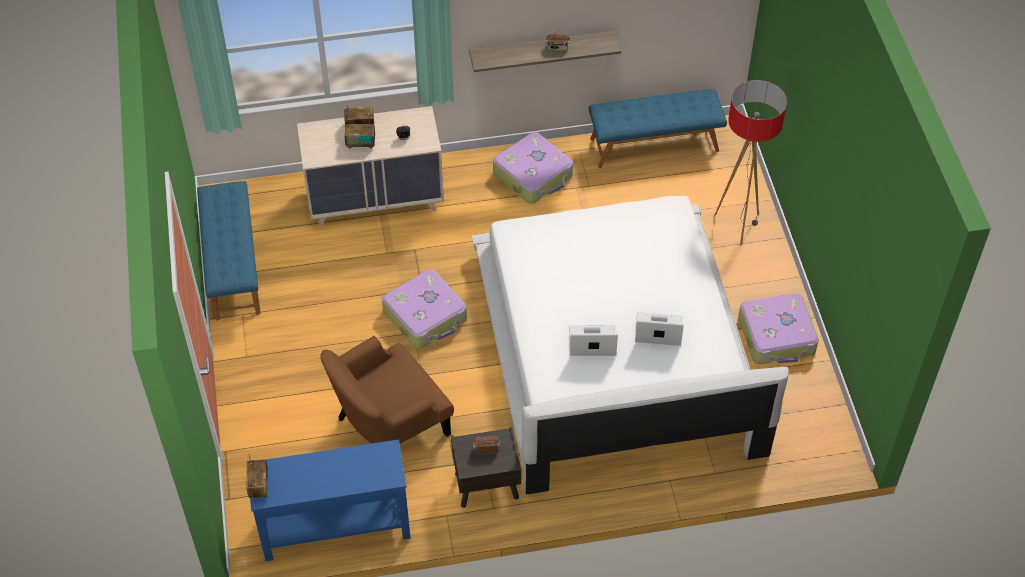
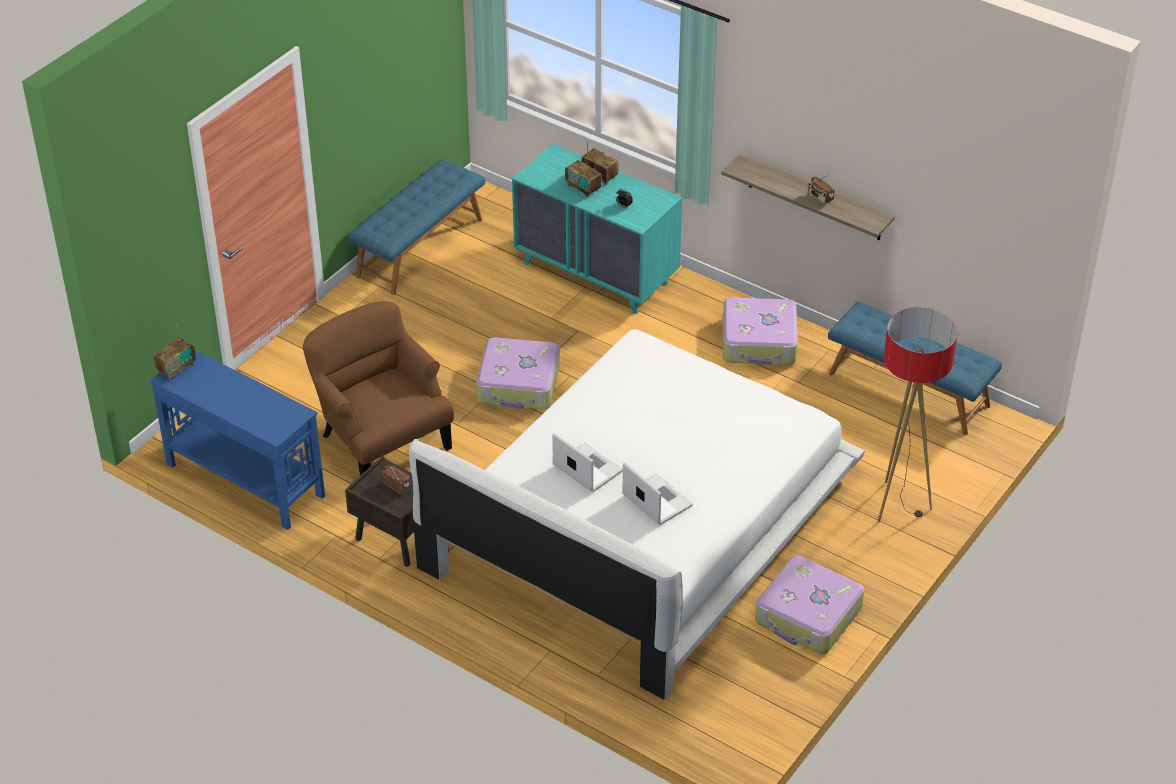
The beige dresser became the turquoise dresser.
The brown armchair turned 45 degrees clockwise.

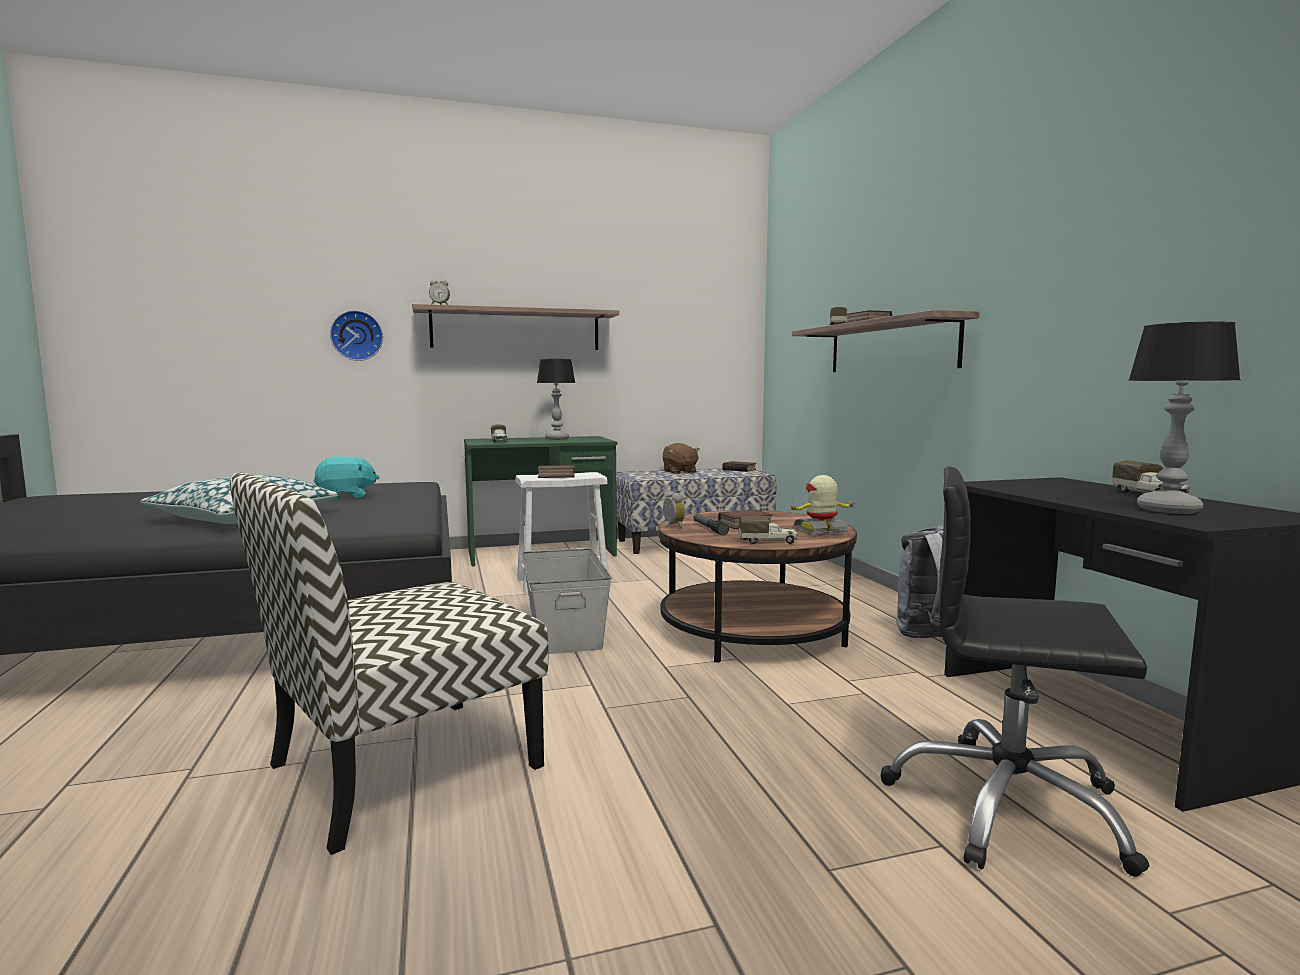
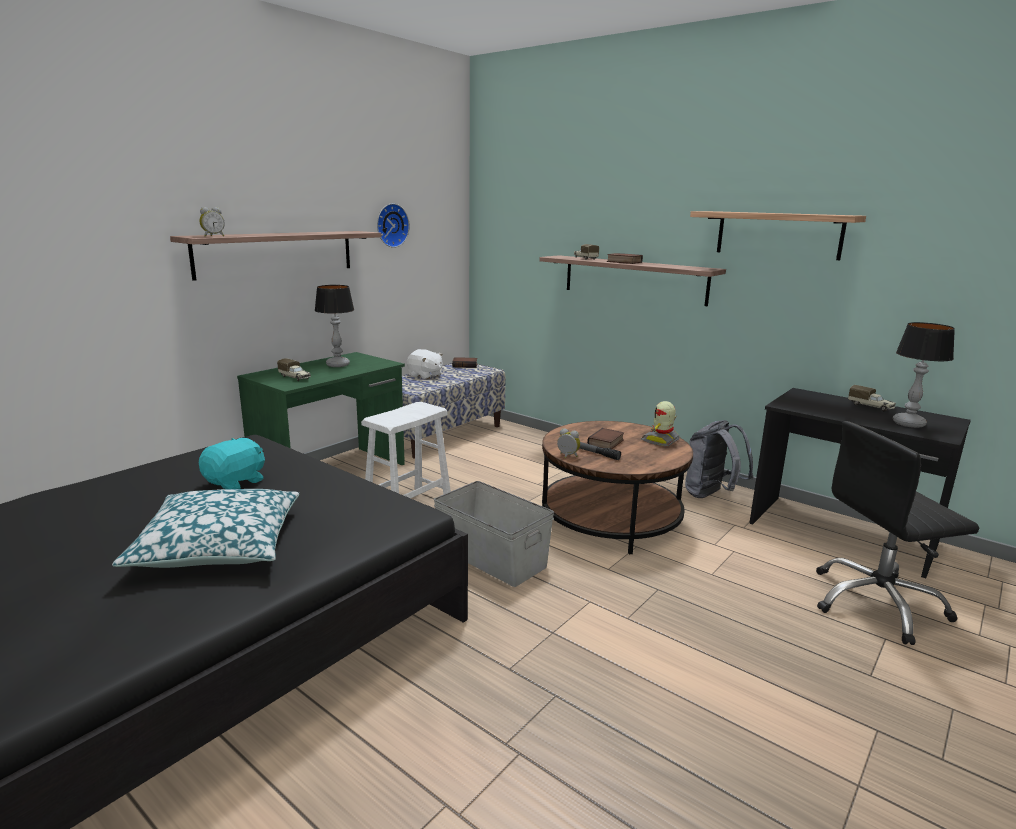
The chair disappeared.
The book (no. 1 from left) disappeared.
The toy truck (no. 2 from left) disappeared.
The shelf (no. 3 from left) appeared.
The wall clock moved.
The brown plush toy became the white plush toy.

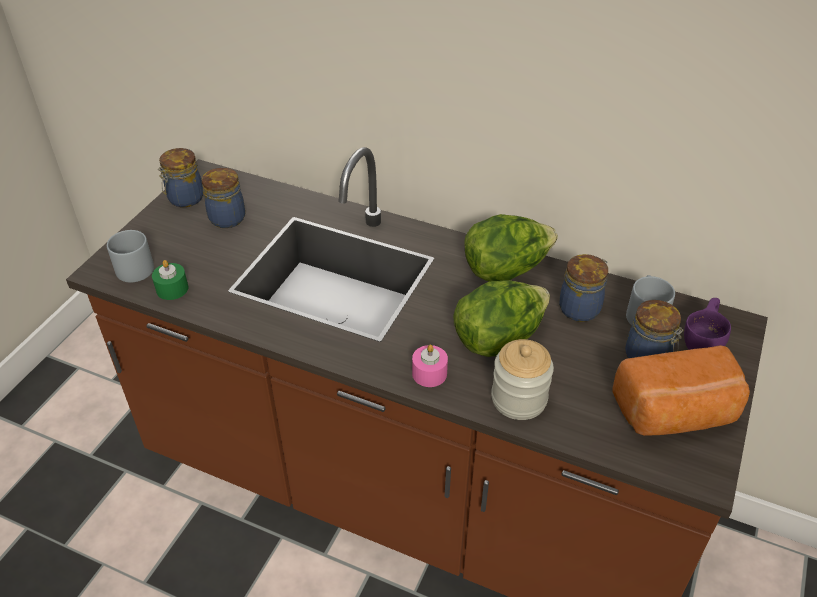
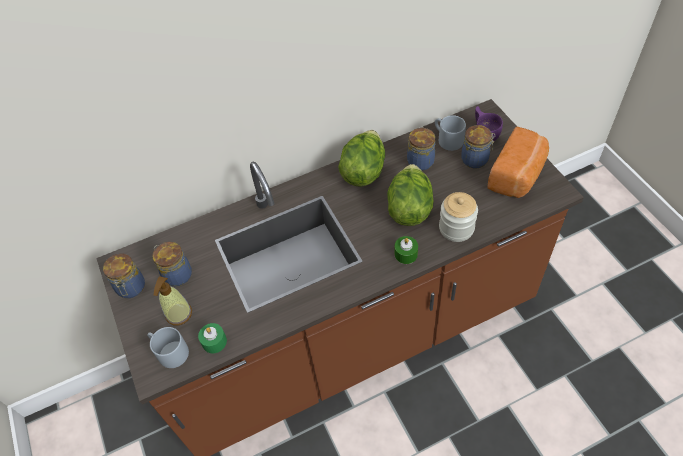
The soap dispenser appeared.
The pink candle became the green candle (no. 2 from left).

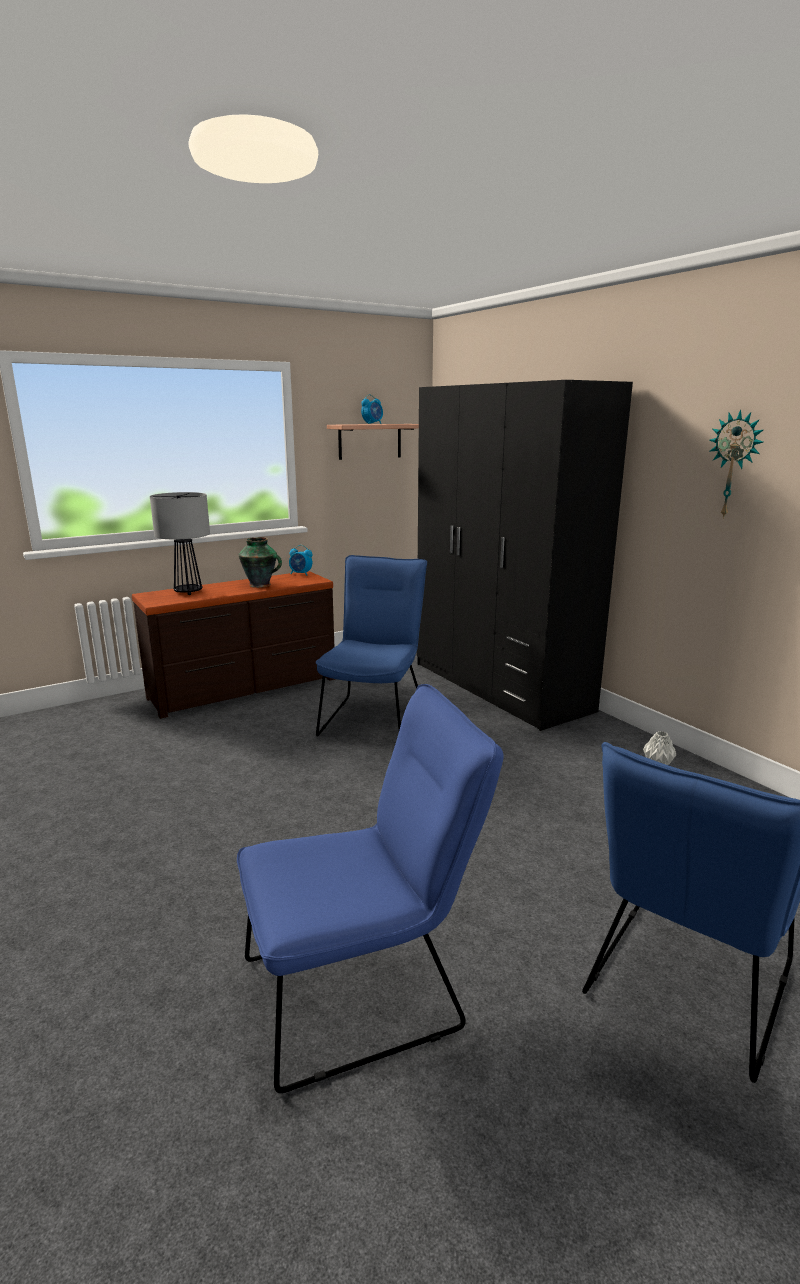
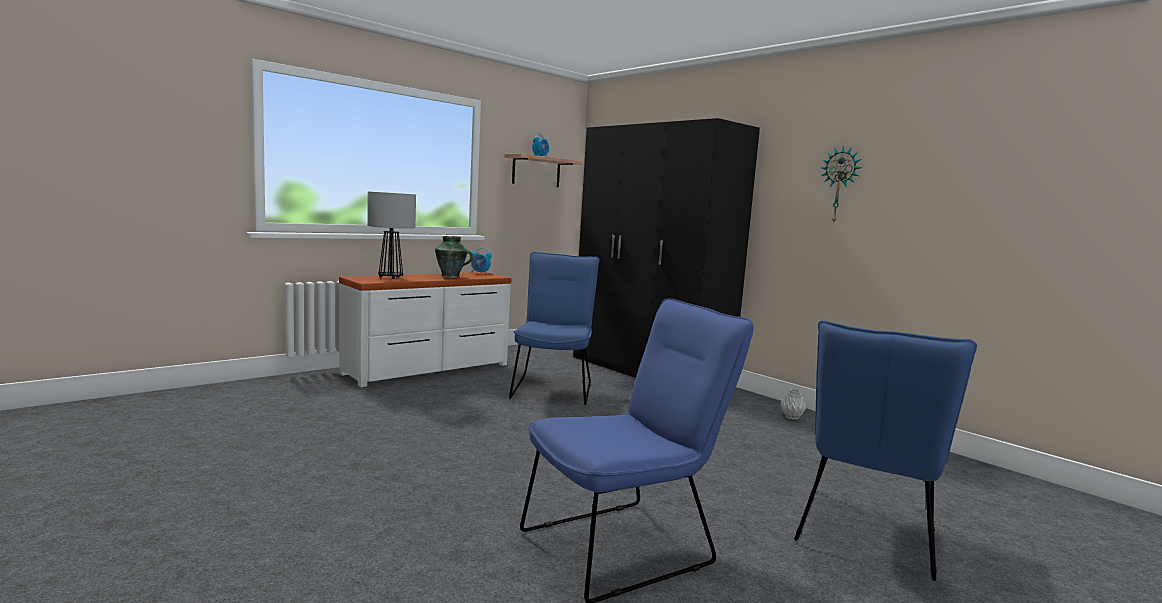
The brown dresser became the white dresser.

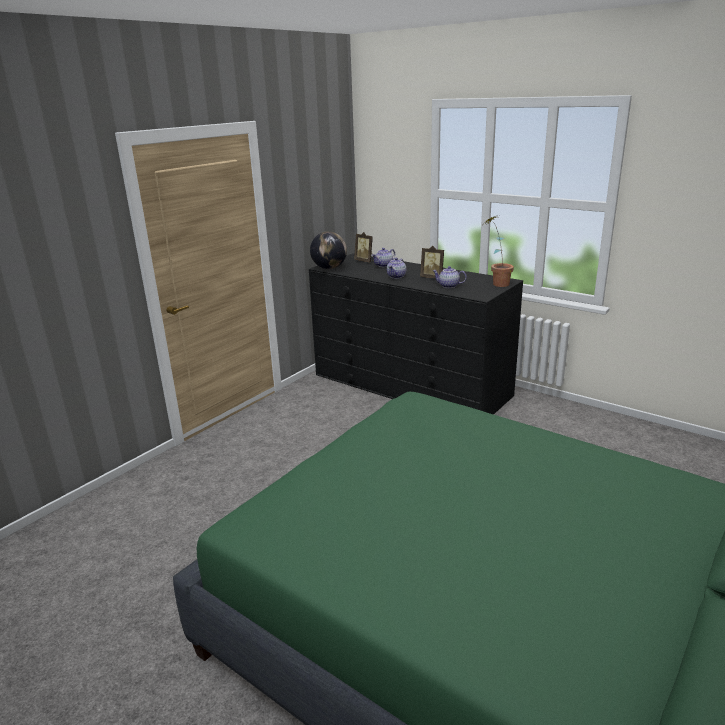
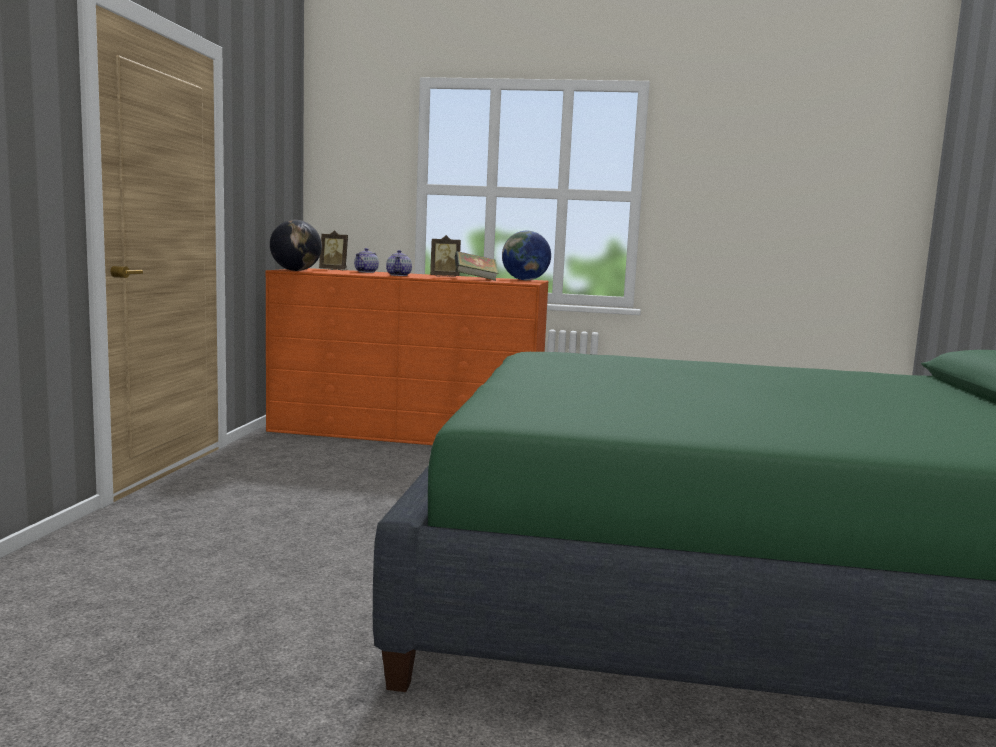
The teapot (no. 3 from left) was replaced by the book.
The potted plant was replaced by the globe (no. 2 from left).
The black dresser became the orange dresser.

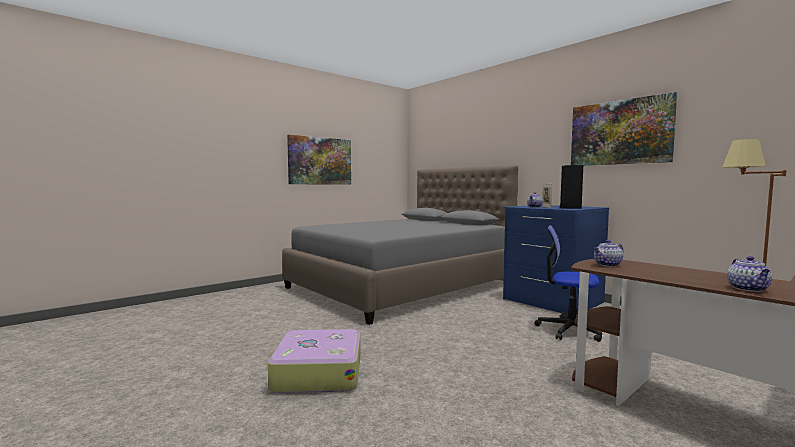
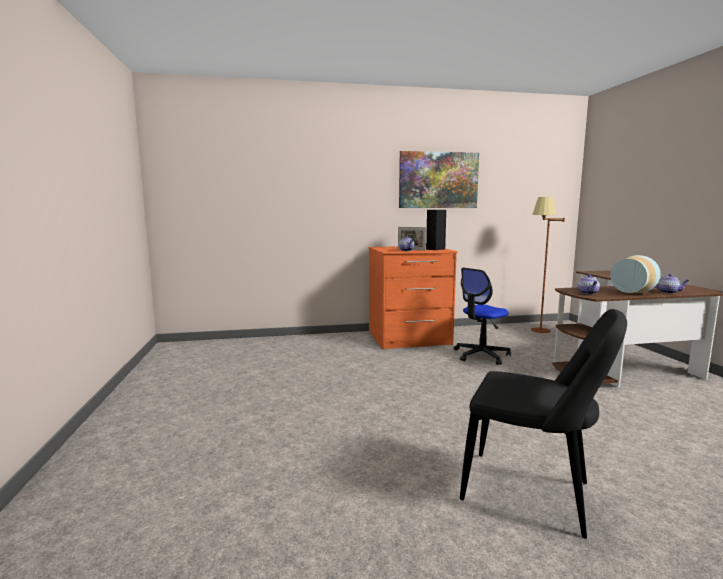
The grey bed disappeared.
The picture (no. 1 from left) disappeared.
The vase appeared.
The suitcase was replaced by the black chair.
The blue dresser became the orange dresser.

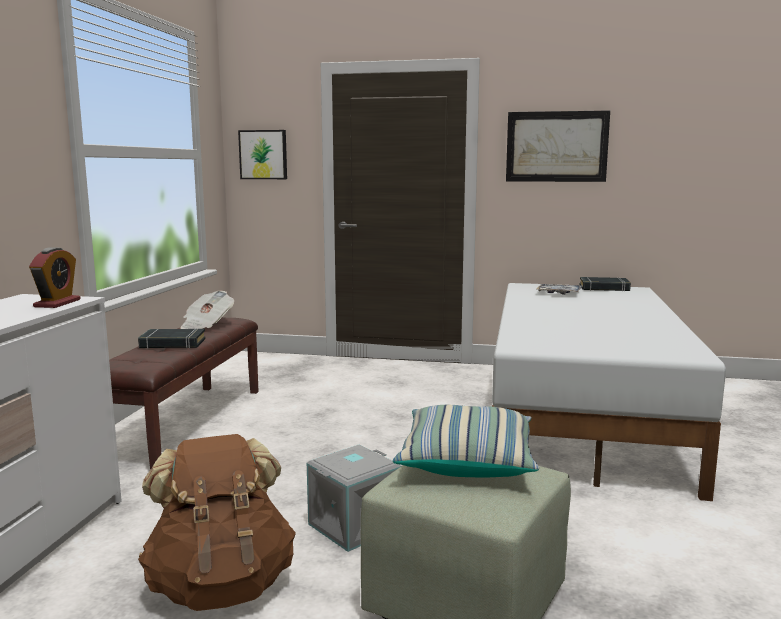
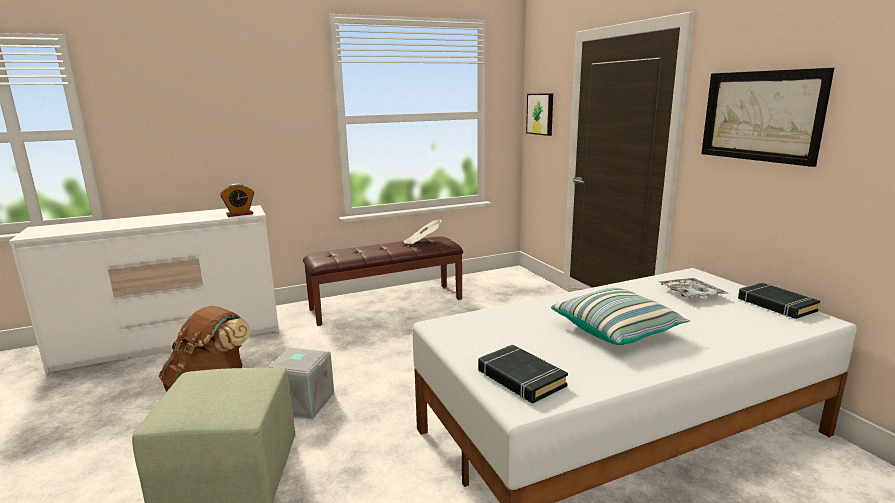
The black book (no. 1 from left) moved.
The pillow moved.

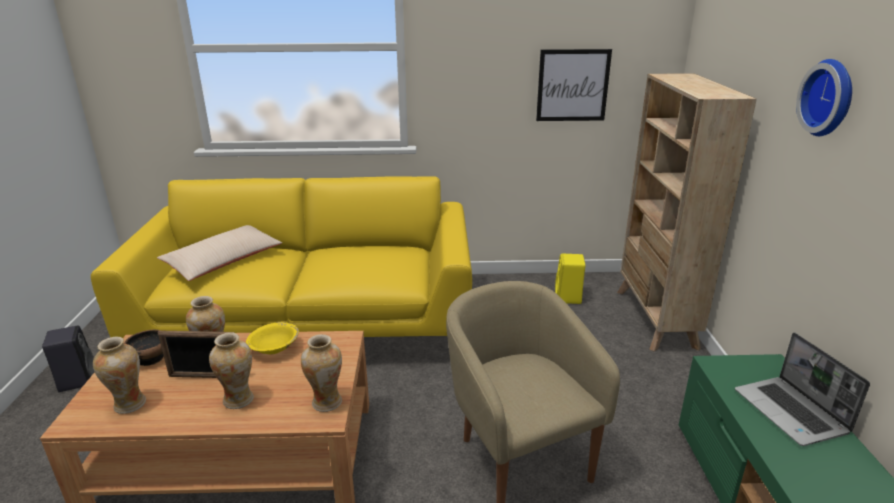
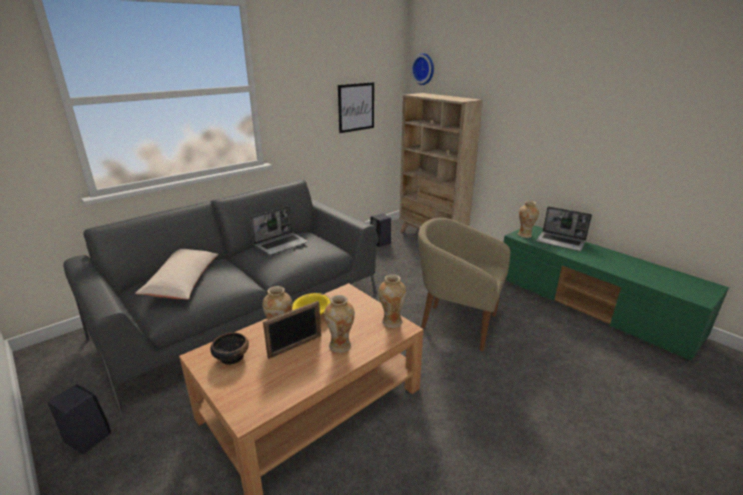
The laptop (no. 1 from left) appeared.
The vase (no. 1 from left in the first image) moved.
The wall clock moved.
The yellow sofa became the grey sofa.
The yellow speaker became the black speaker (no. 2 from left).

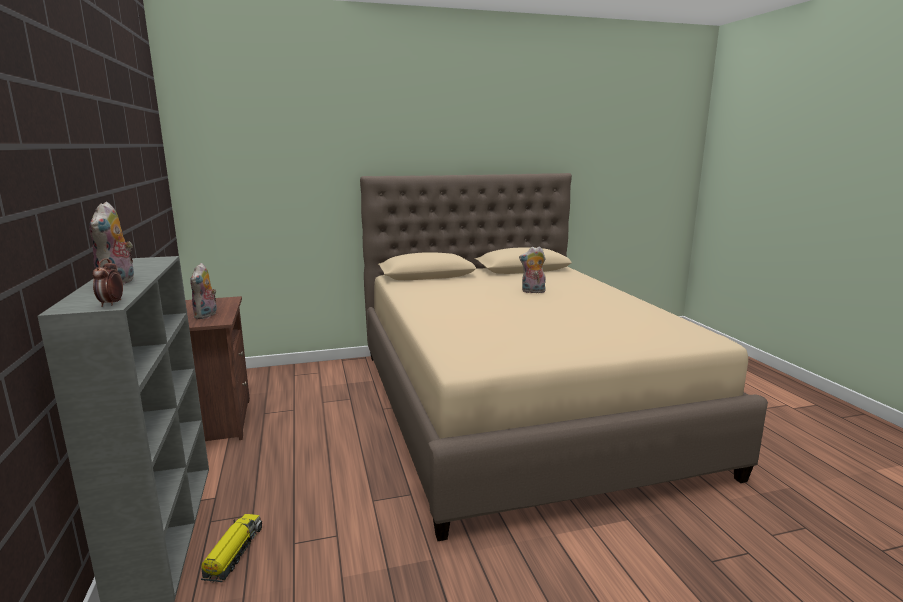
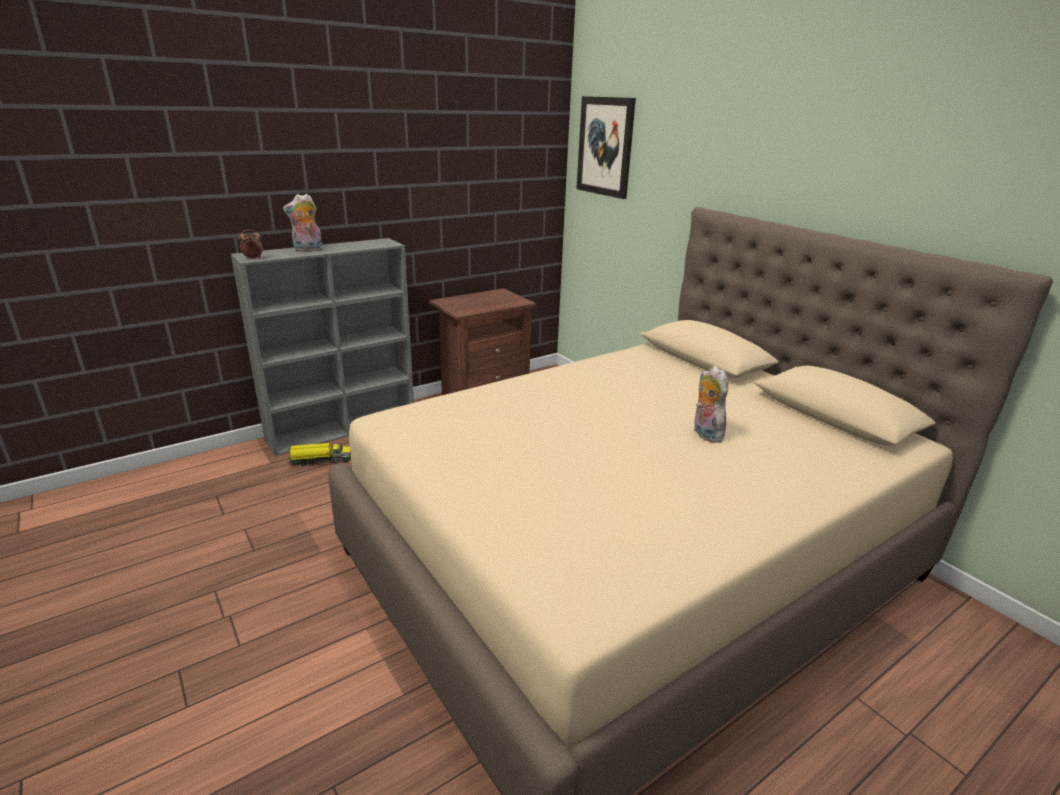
The plush toy (no. 2 from left) disappeared.
The picture appeared.

